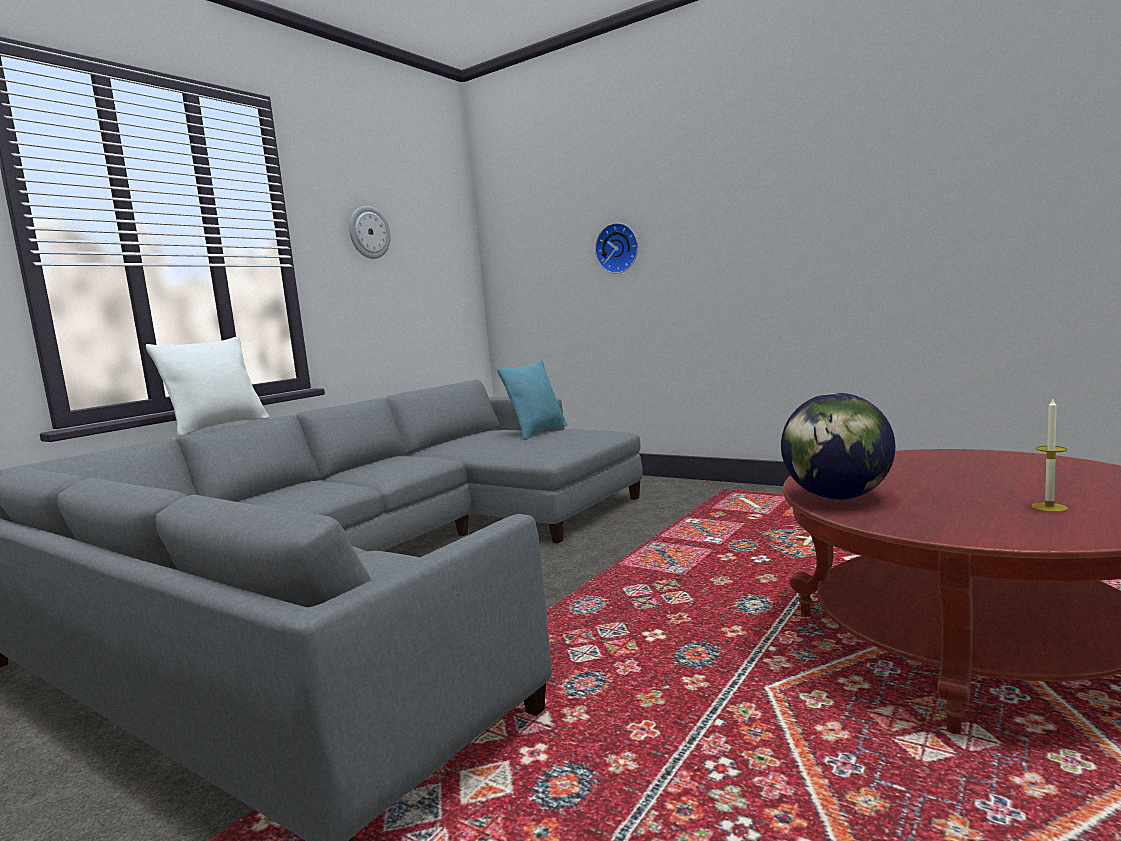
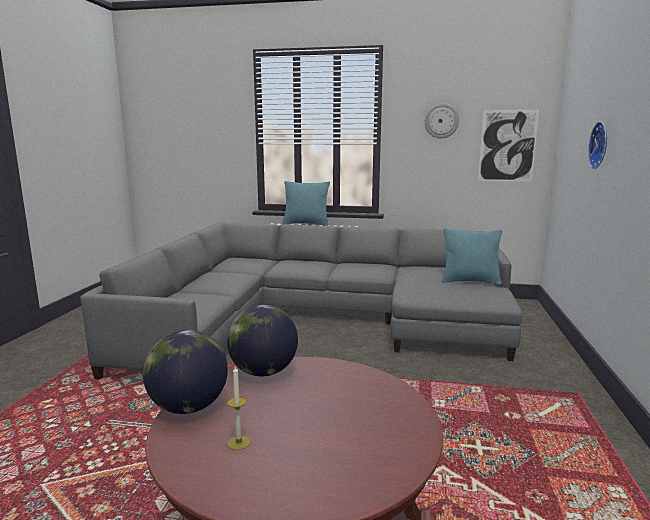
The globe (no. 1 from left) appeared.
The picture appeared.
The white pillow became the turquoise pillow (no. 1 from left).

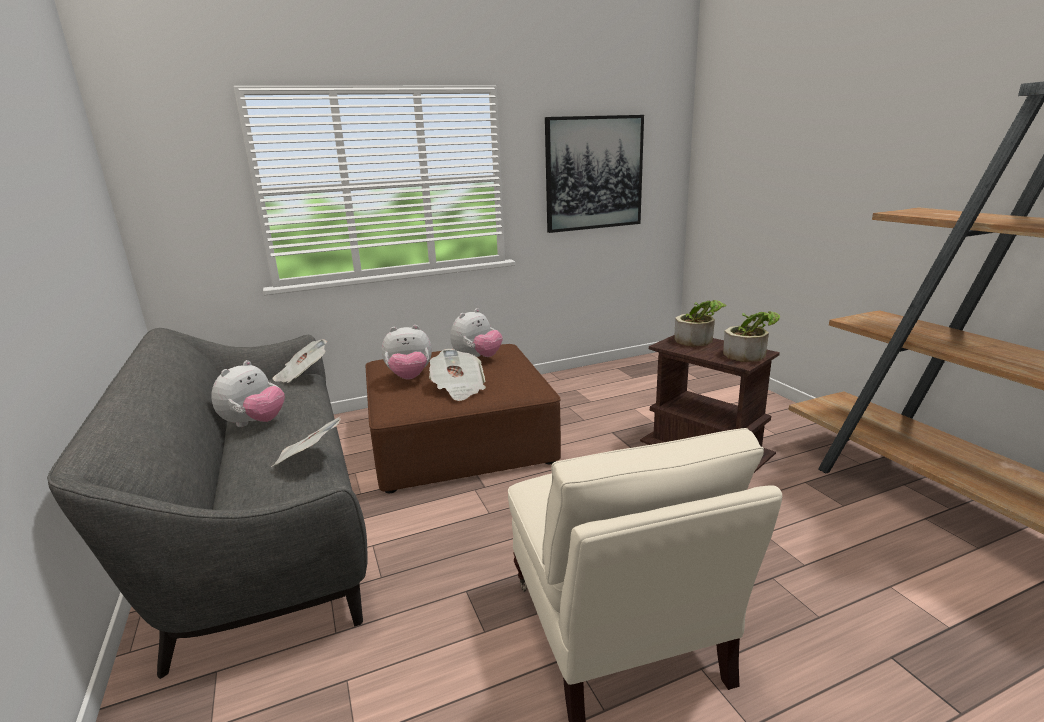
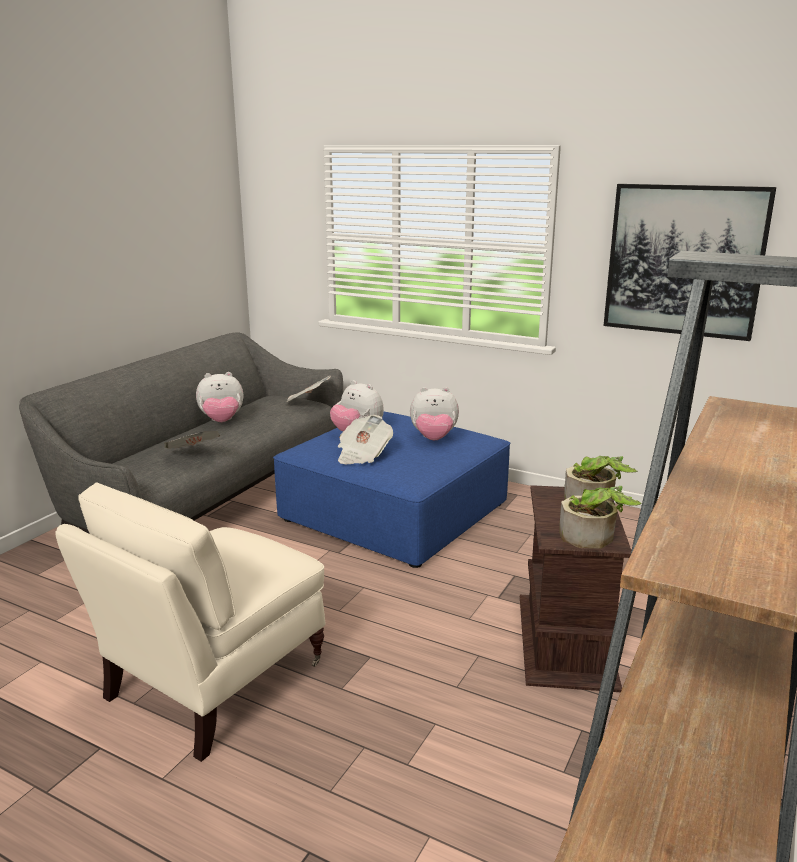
The brown ottoman became the blue ottoman.

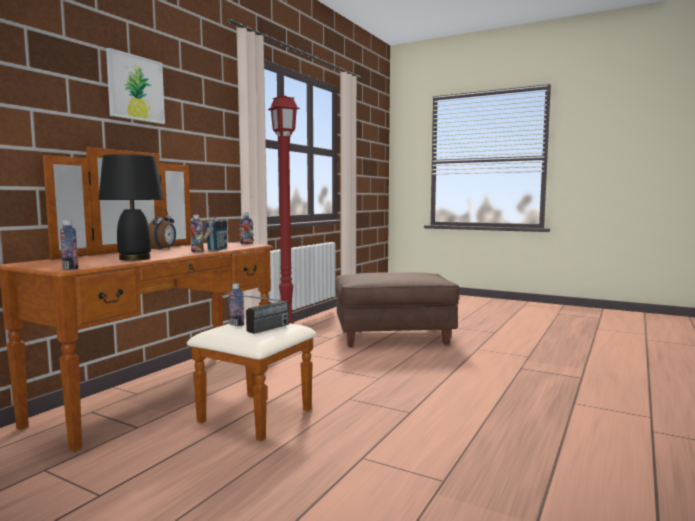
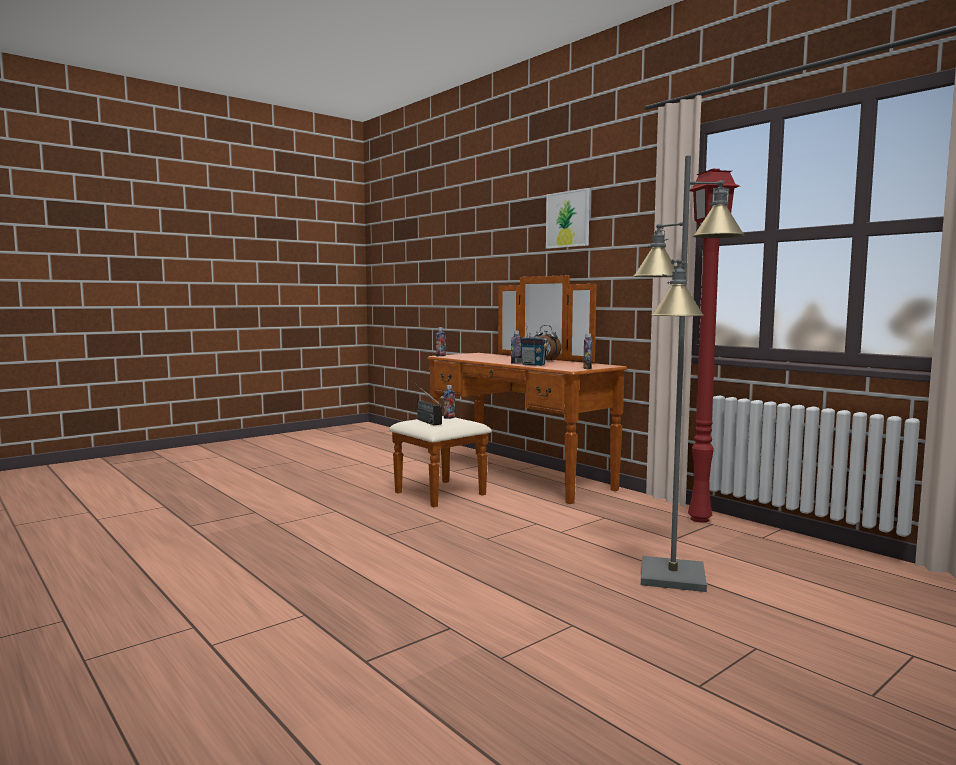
The black table lamp disappeared.
The brown ottoman was replaced by the grey floor lamp.

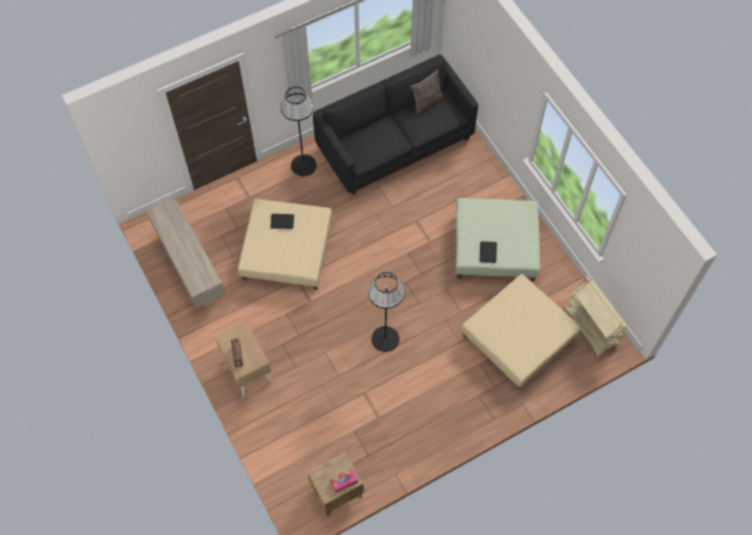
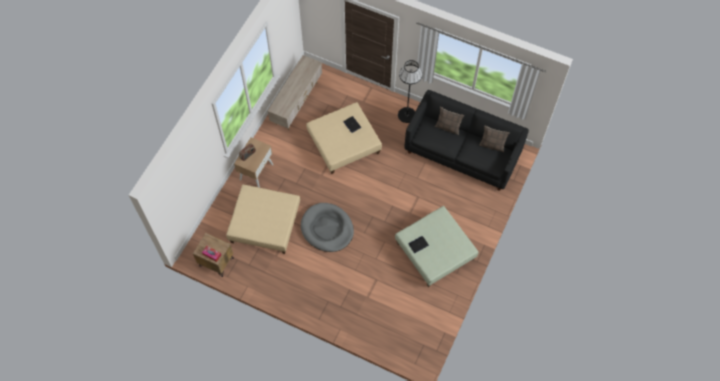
The beige cart disappeared.
The pillow (no. 1 from left) appeared.
The beige ottoman (no. 2 from left in the first image) moved.
The black floor lamp (no. 2 from left) was replaced by the grey dog bed.

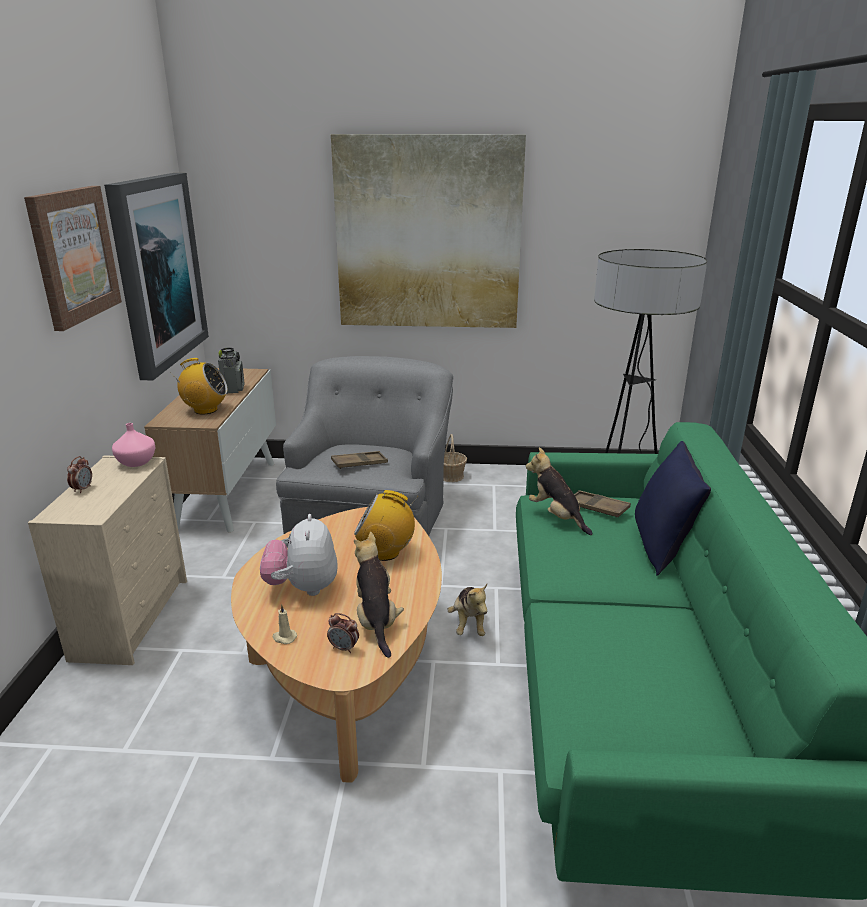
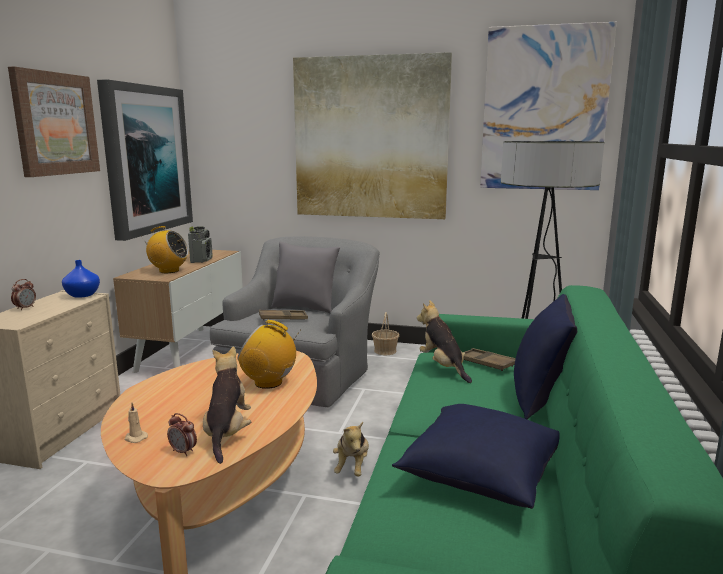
The plush toy (no. 1 from left) disappeared.
The grey pillow appeared.
The blue pillow (no. 1 from left) appeared.
The picture (no. 4 from left) appeared.
The pink vase became the blue vase.

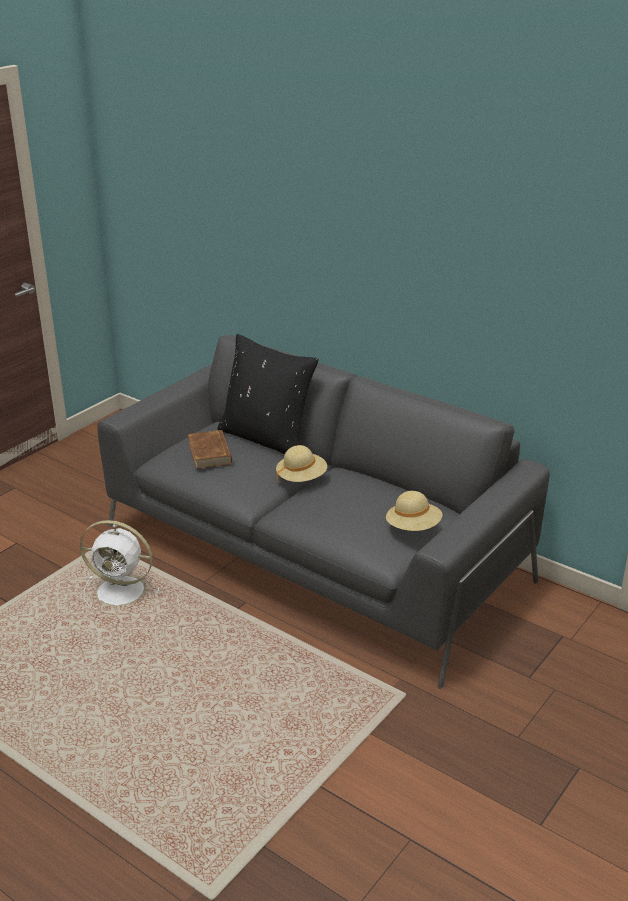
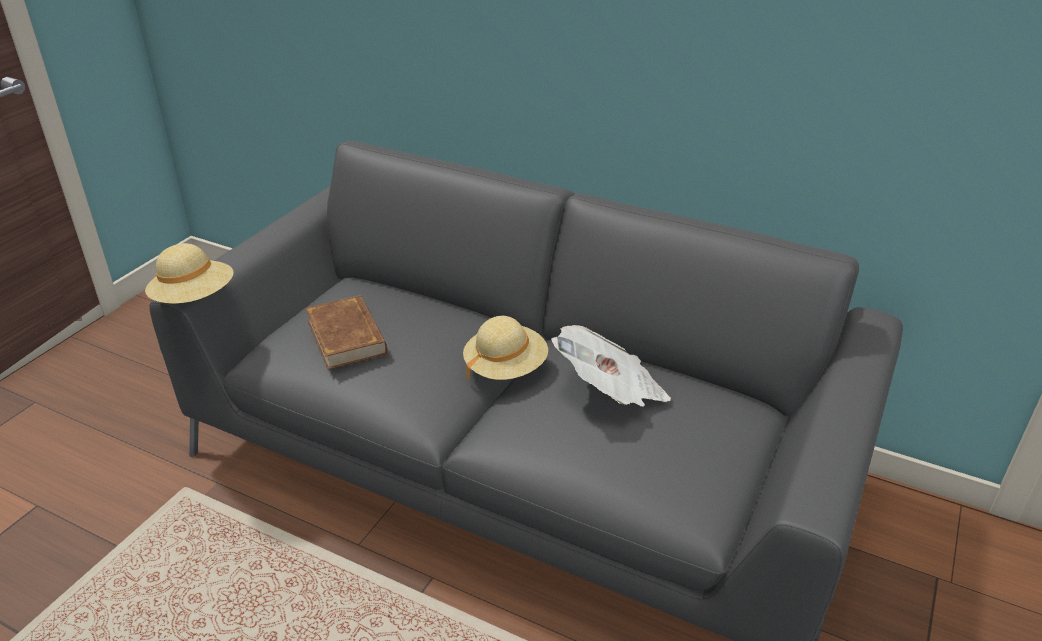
The white fan disappeared.
The black pillow disappeared.
The newspaper appeared.
The beige hat (no. 2 from left in the first image) moved.

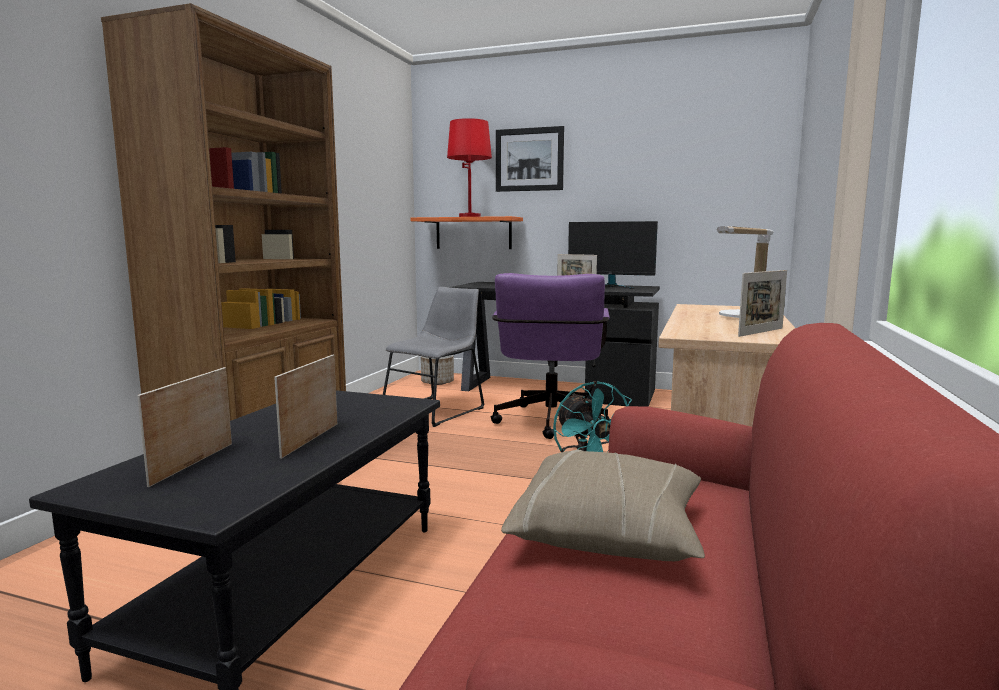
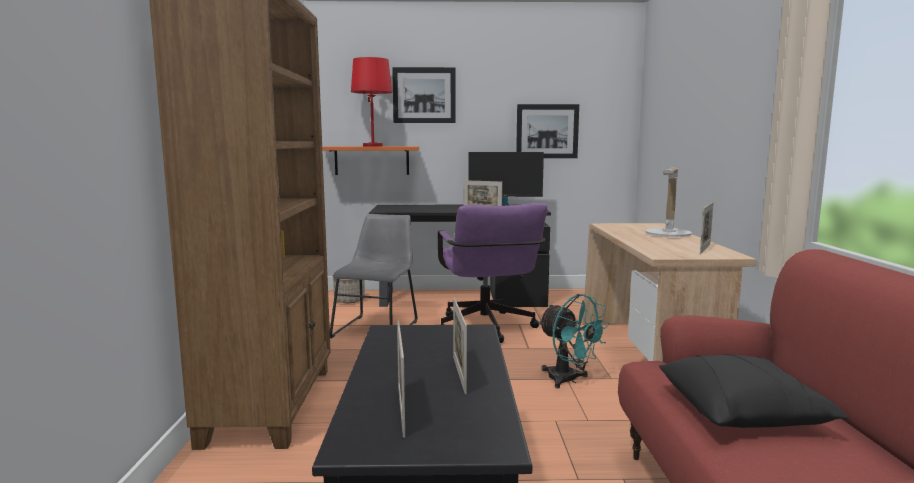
The picture (no. 2 from left) appeared.
The beige pillow became the black pillow.

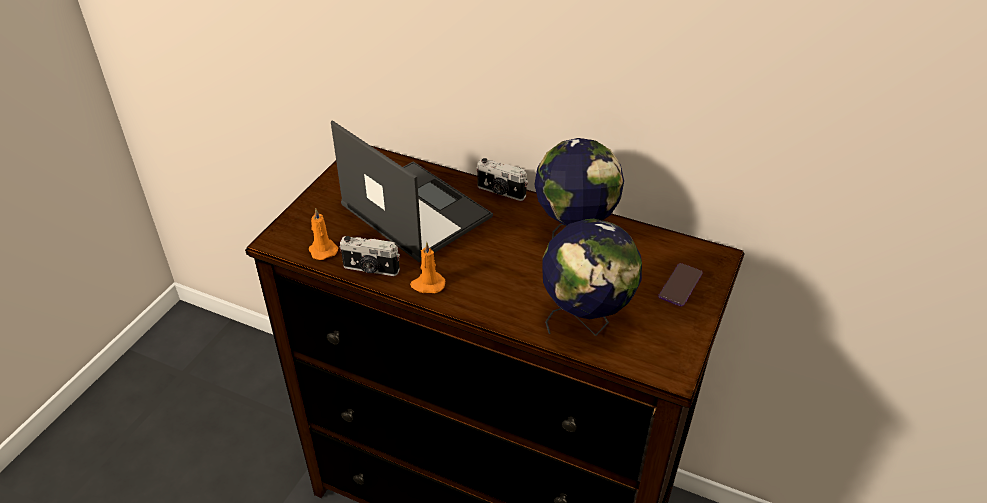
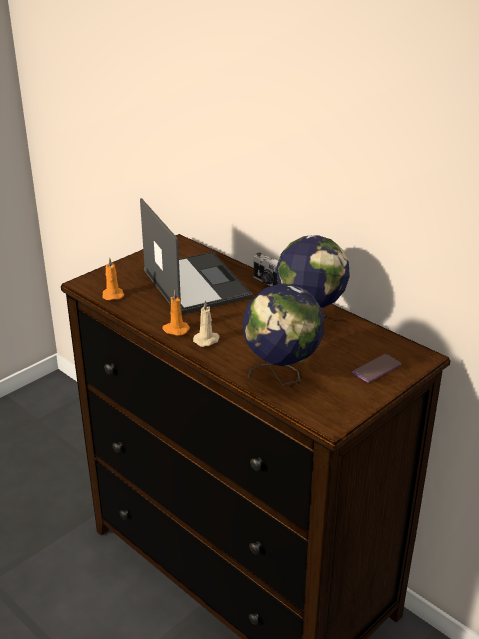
The photo camera (no. 1 from left) disappeared.
The beige candle appeared.

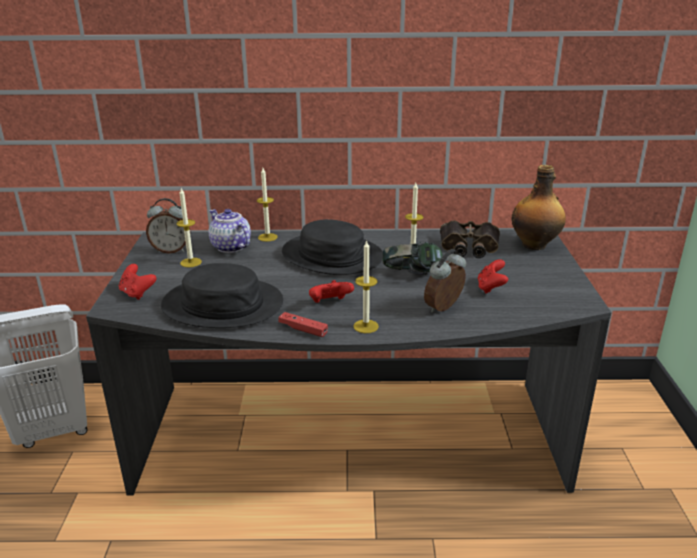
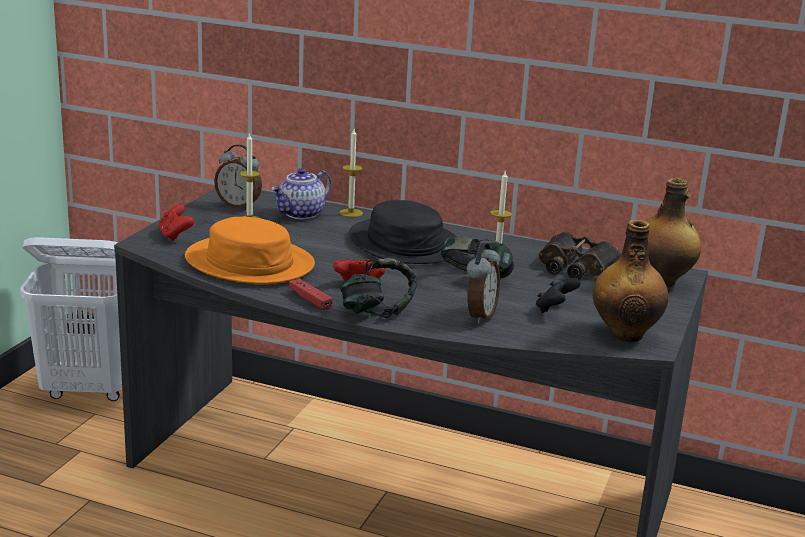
The bottle (no. 1 from left) appeared.
The candle (no. 3 from left) was replaced by the headphones (no. 1 from left).
The black hat (no. 1 from left) became the orange hat.
The red game controller (no. 4 from left) became the black game controller.
The teapot turned 120 degrees counterclockwise.
The alarm clock (no. 2 from left) turned 135 degrees clockwise.

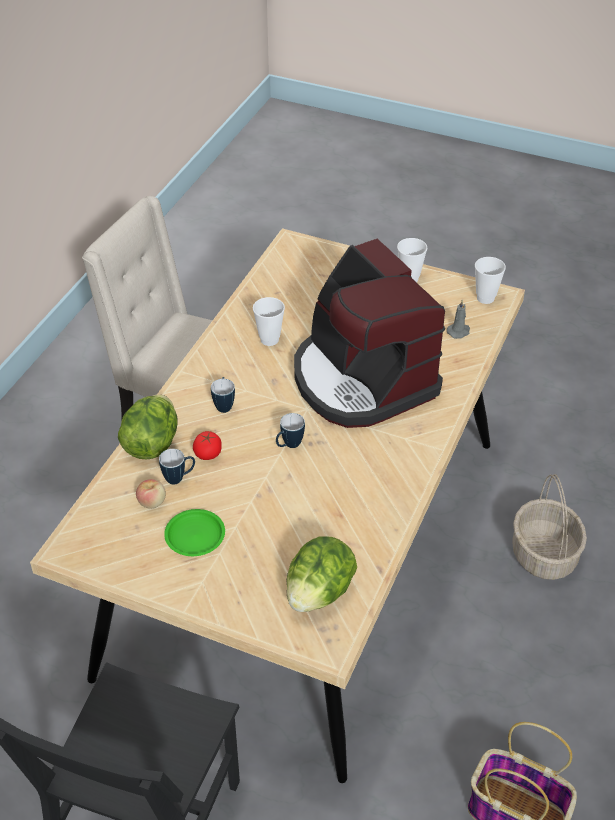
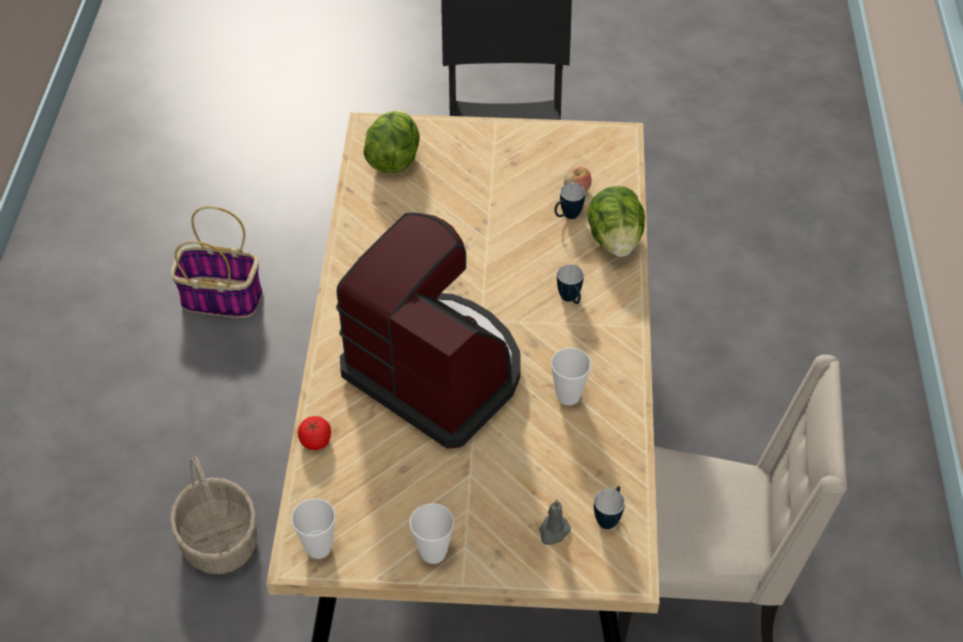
The green plate disappeared.
The tomato moved.
The mug (no. 3 from left) moved.
The grey candle moved.

